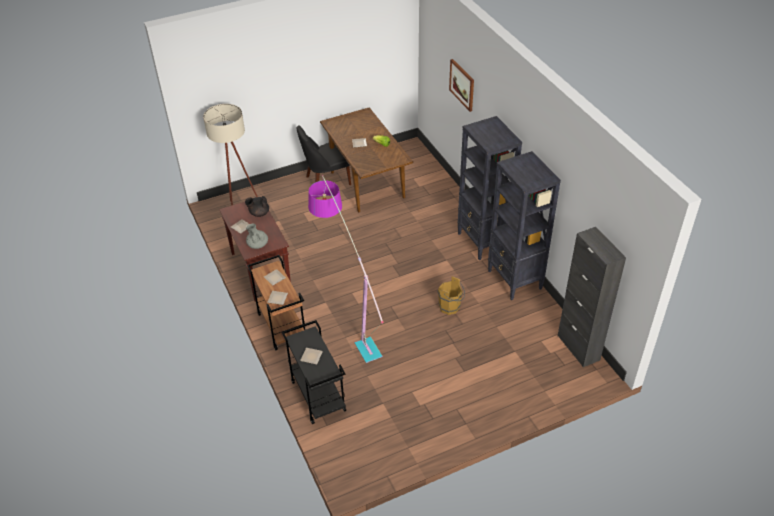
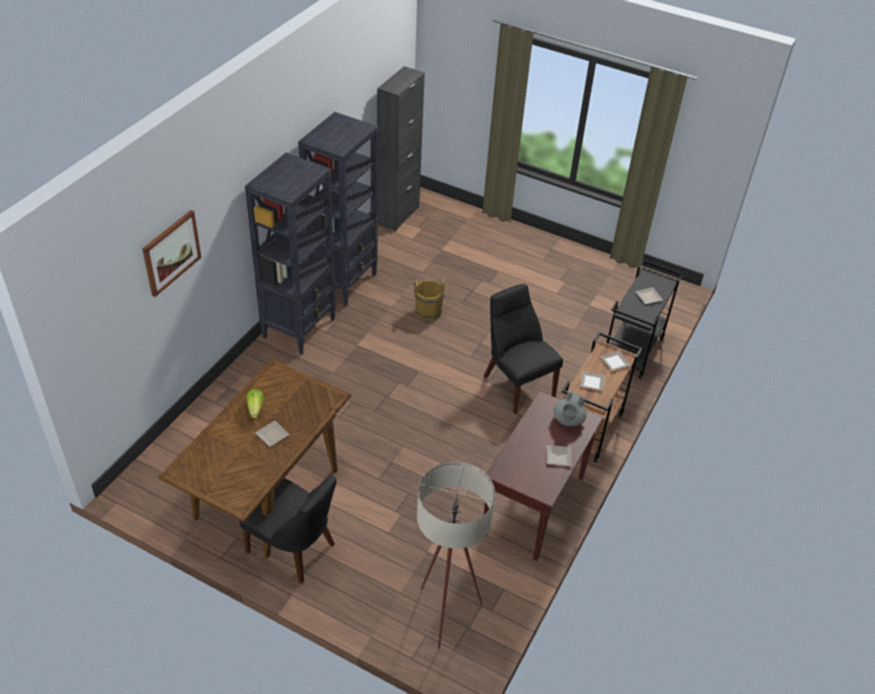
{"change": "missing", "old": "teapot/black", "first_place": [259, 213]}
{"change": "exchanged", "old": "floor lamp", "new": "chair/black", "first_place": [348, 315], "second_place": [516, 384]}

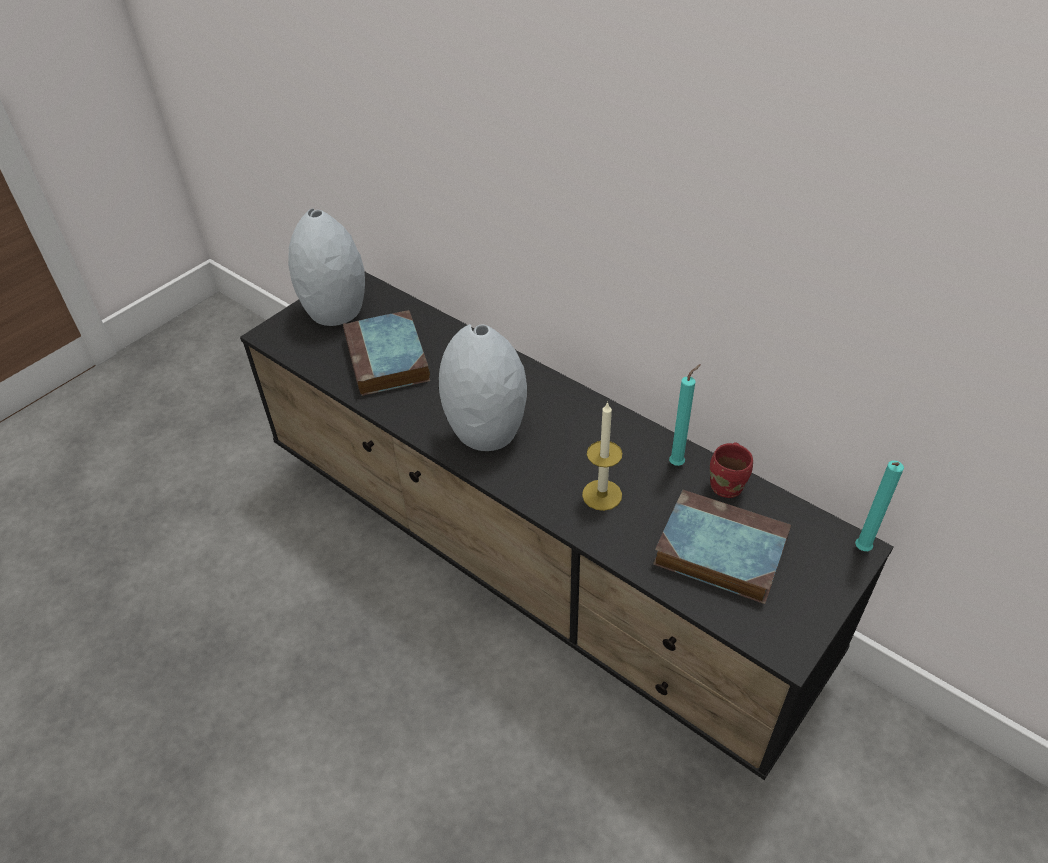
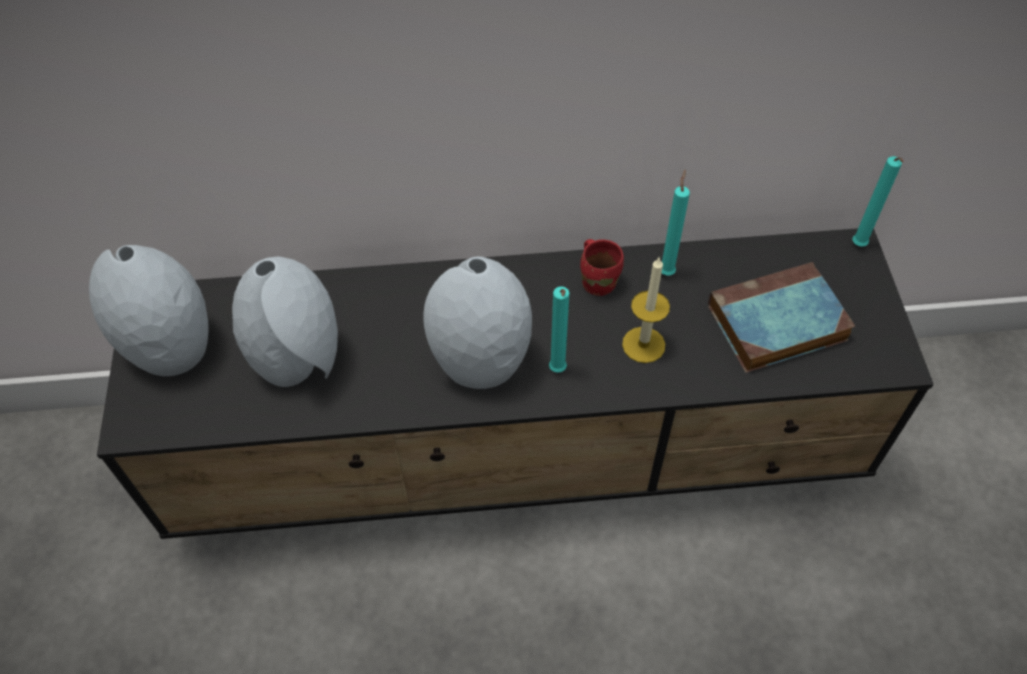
{"change": "appeared", "new": "candle/turquoise", "second_place": [557, 371]}
{"change": "relocated", "old": "mug/red", "first_place": [728, 485], "second_place": [599, 281]}
{"change": "exchanged", "old": "book", "new": "vase/grey", "first_place": [388, 360], "second_place": [301, 361]}

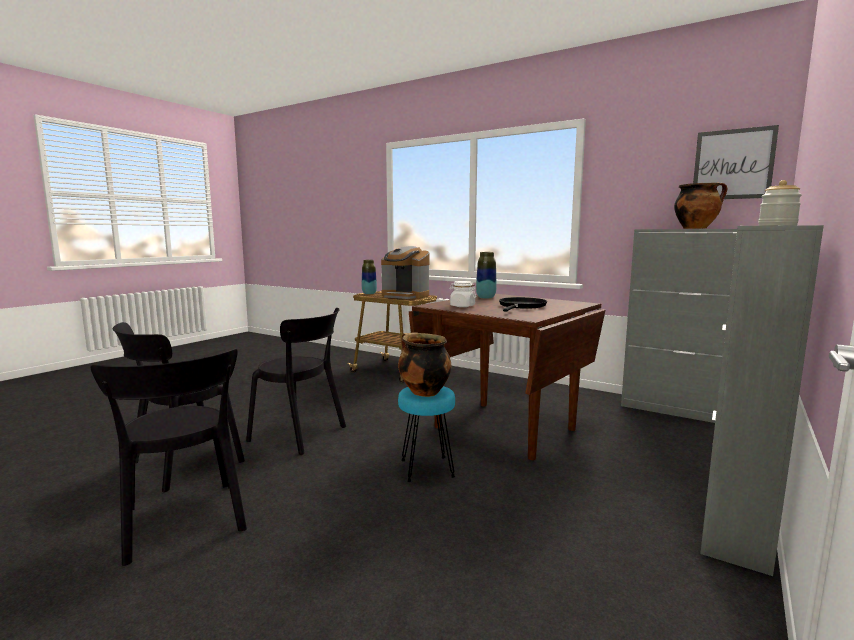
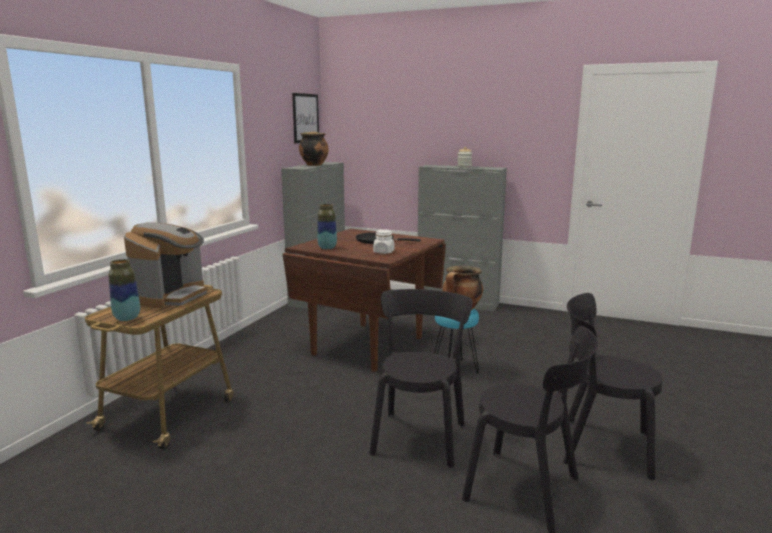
{"change": "spun", "old": "chair/black", "first_place": [184, 524], "second_place": [600, 446], "degrees": -120}

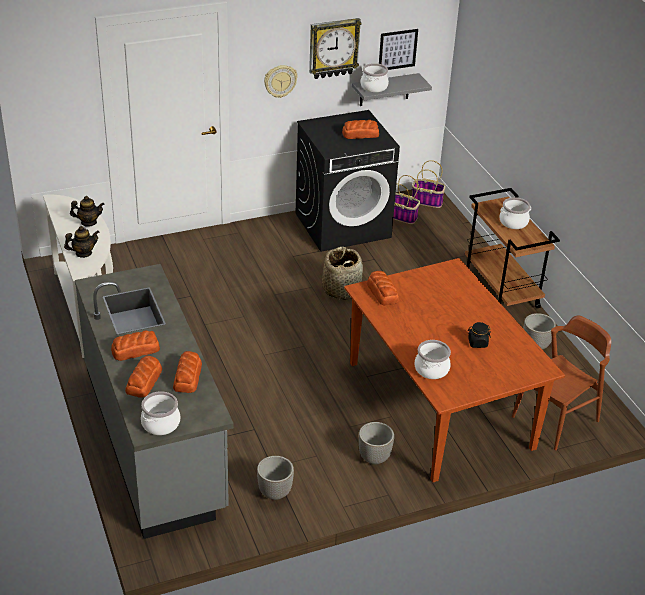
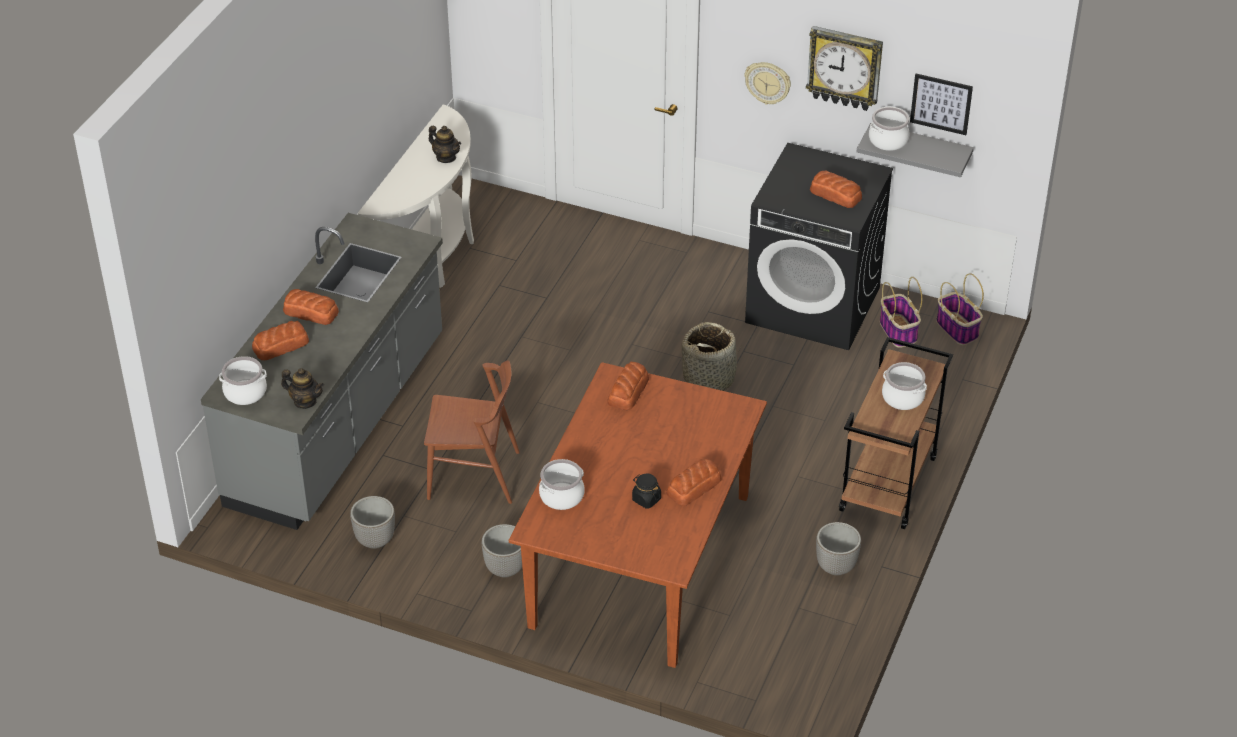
{"change": "relocated", "old": "teapot", "first_place": [83, 253], "second_place": [305, 401]}
{"change": "relocated", "old": "bread", "first_place": [188, 376], "second_place": [694, 487]}
{"change": "relocated", "old": "chair/brown", "first_place": [555, 419], "second_place": [474, 475]}

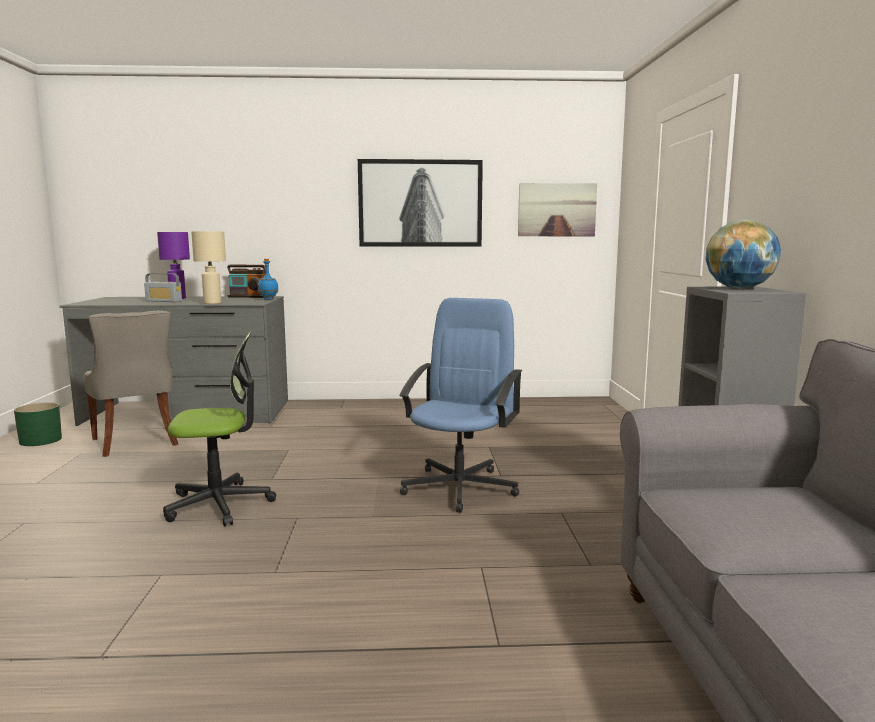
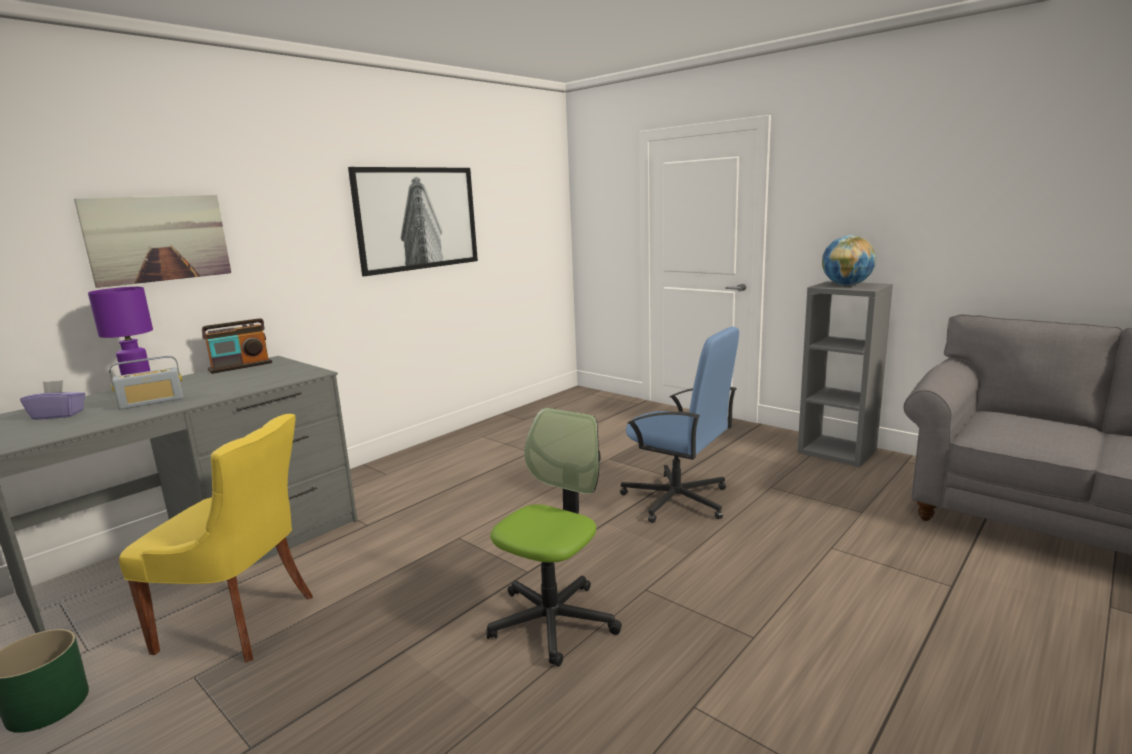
{"change": "missing", "old": "table lamp/beige", "first_place": [212, 303]}
{"change": "missing", "old": "bottle/blue", "first_place": [268, 299]}
{"change": "appeared", "new": "tissue box/purple", "second_place": [59, 415]}
{"change": "relocated", "old": "picture", "first_place": [557, 210], "second_place": [158, 238]}
{"change": "colour", "old": "chair/grey", "new": "chair/yellow", "first_place": [136, 442], "second_place": [241, 622]}
{"change": "spun", "old": "office chair/blue", "first_place": [460, 487], "second_place": [677, 500], "degrees": 150}

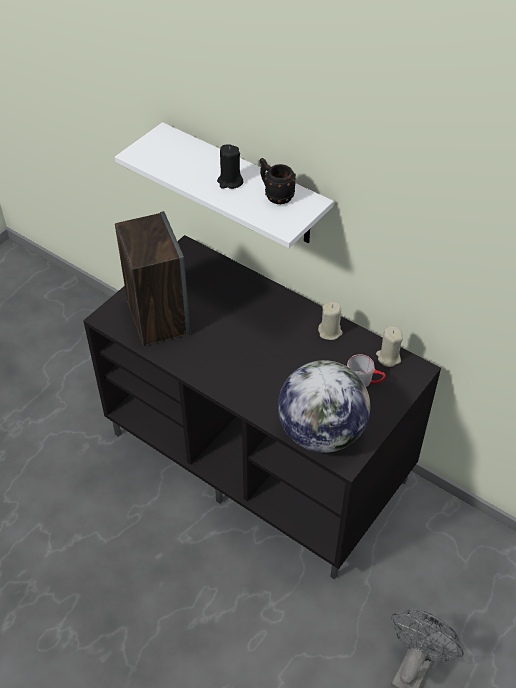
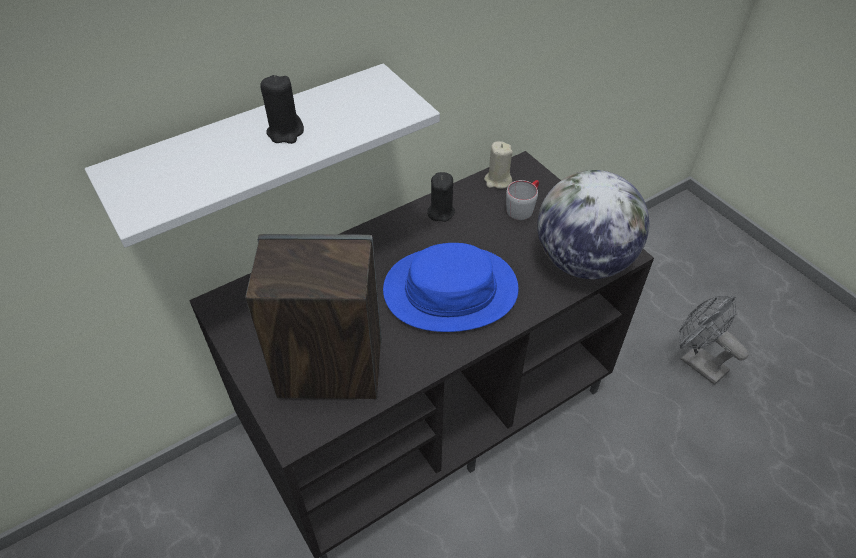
{"change": "missing", "old": "mug/black", "first_place": [275, 195]}
{"change": "appeared", "new": "hat/blue", "second_place": [450, 289]}
{"change": "colour", "old": "candle/beige", "new": "candle/black", "first_place": [330, 332], "second_place": [440, 212]}

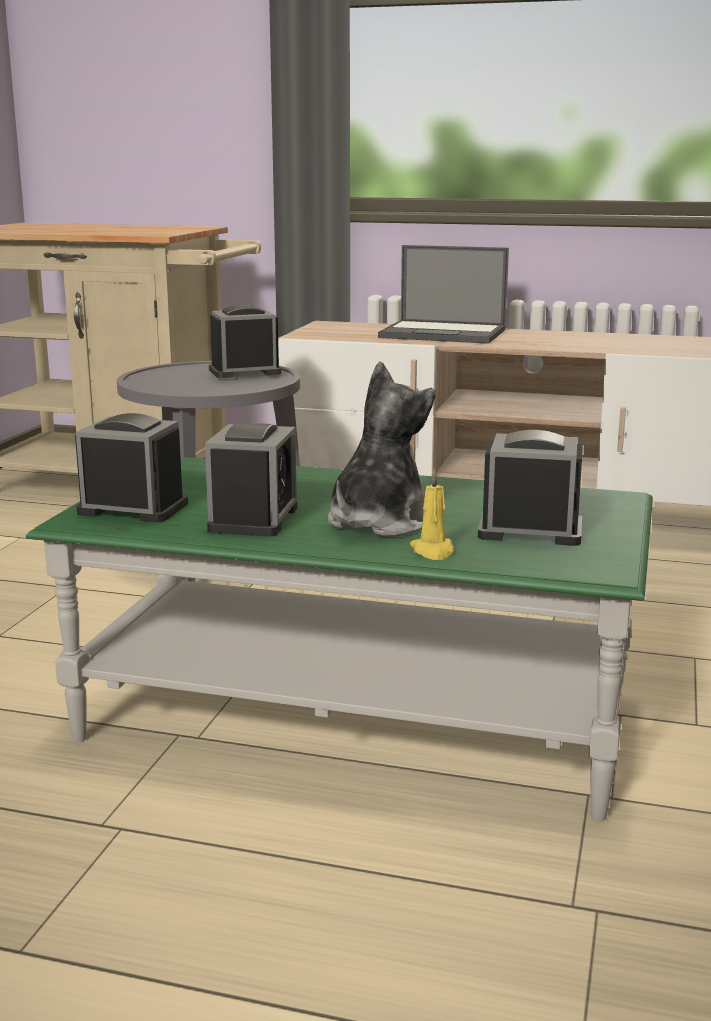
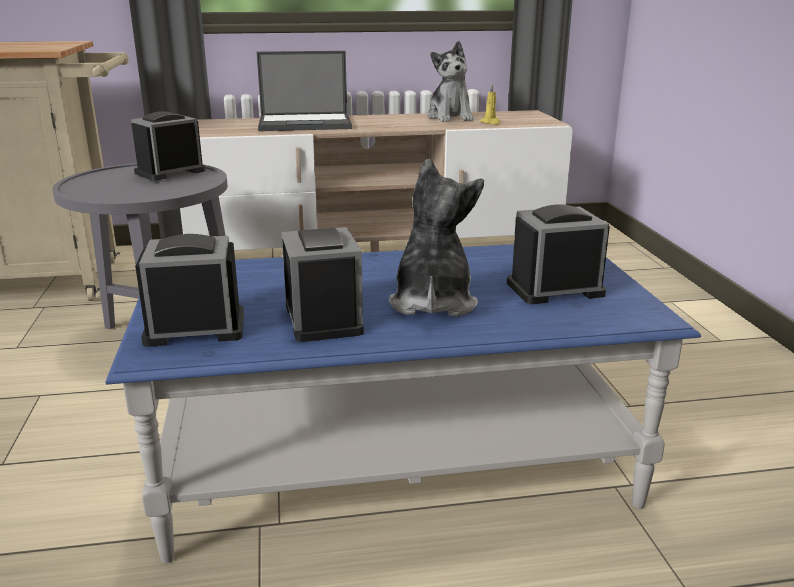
{"change": "appeared", "new": "plush toy", "second_place": [450, 117]}
{"change": "relocated", "old": "candle/yellow", "first_place": [433, 551], "second_place": [490, 122]}
{"change": "colour", "old": "coffee table/green", "new": "coffee table/blue", "first_place": [354, 718], "second_place": [396, 466]}

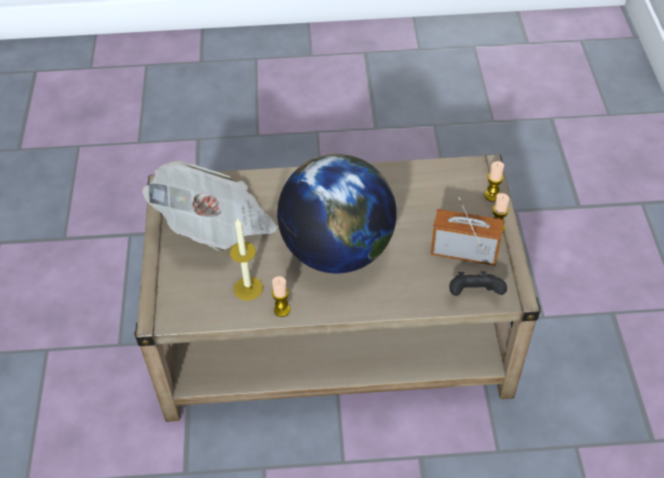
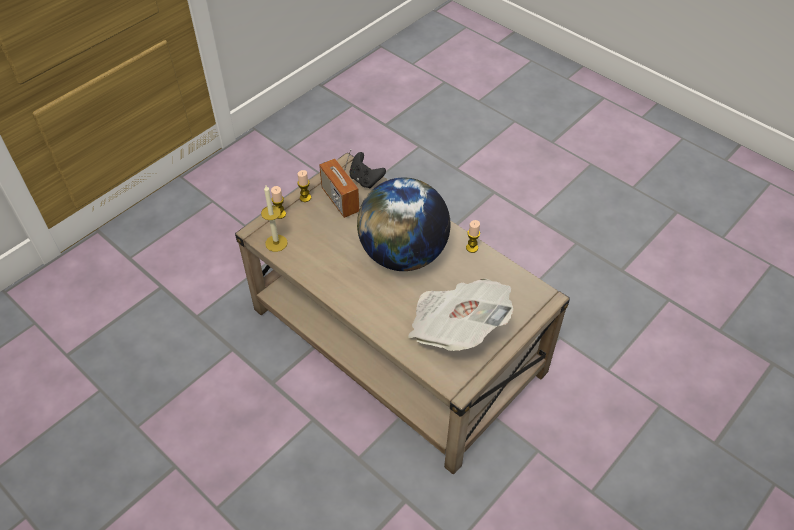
{"change": "relocated", "old": "candle", "first_place": [248, 288], "second_place": [276, 243]}

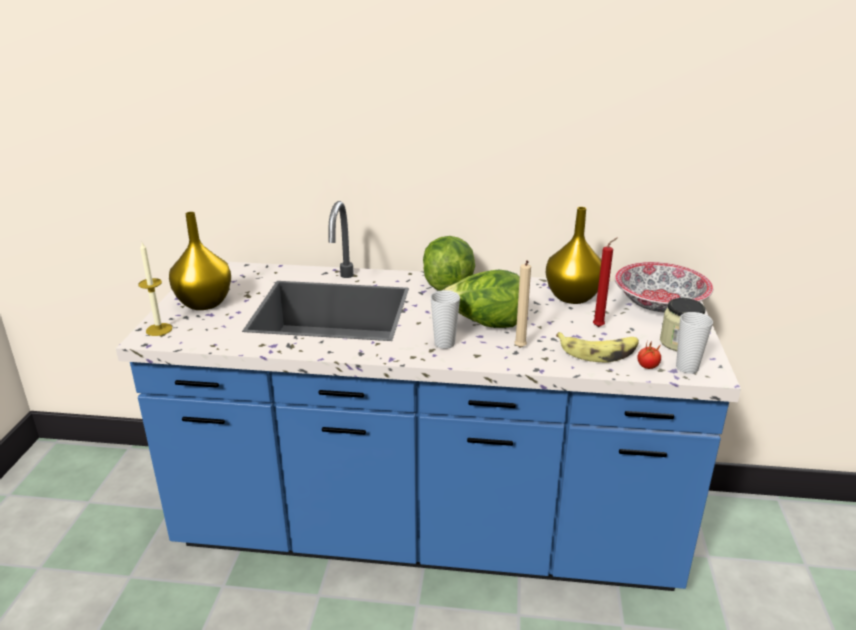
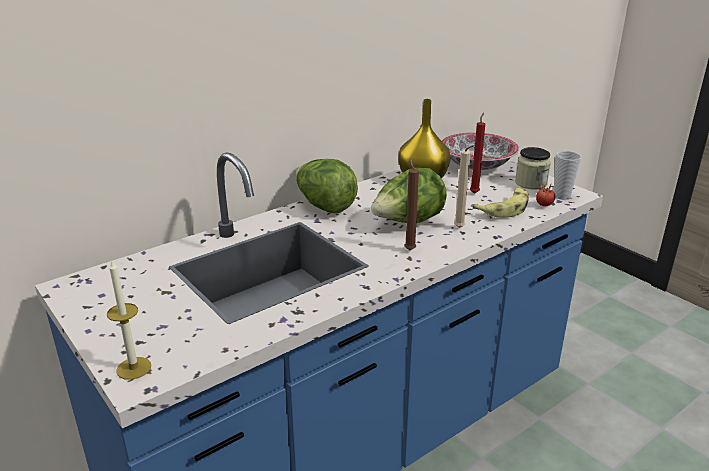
{"change": "missing", "old": "vase/yellow", "first_place": [204, 303]}
{"change": "exchanged", "old": "cup", "new": "candle/brown", "first_place": [444, 343], "second_place": [409, 249]}

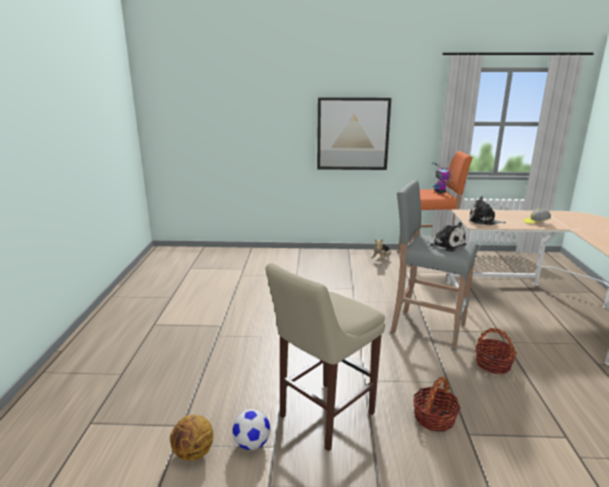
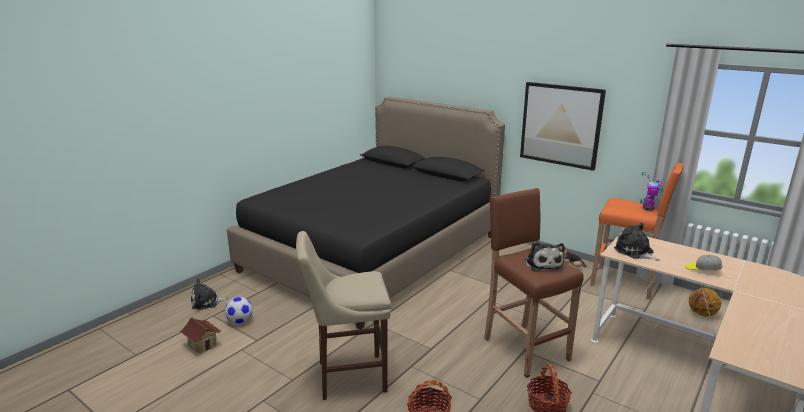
{"change": "appeared", "new": "toy house", "second_place": [202, 345]}
{"change": "appeared", "new": "plush toy", "second_place": [207, 302]}
{"change": "appeared", "new": "bed/black", "second_place": [373, 253]}
{"change": "relocated", "old": "basketball", "first_place": [193, 453], "second_place": [702, 314]}
{"change": "relocated", "old": "football", "first_place": [252, 444], "second_place": [240, 321]}
{"change": "colour", "old": "stool/grey", "new": "stool/brown", "first_place": [426, 328], "second_place": [524, 348]}

